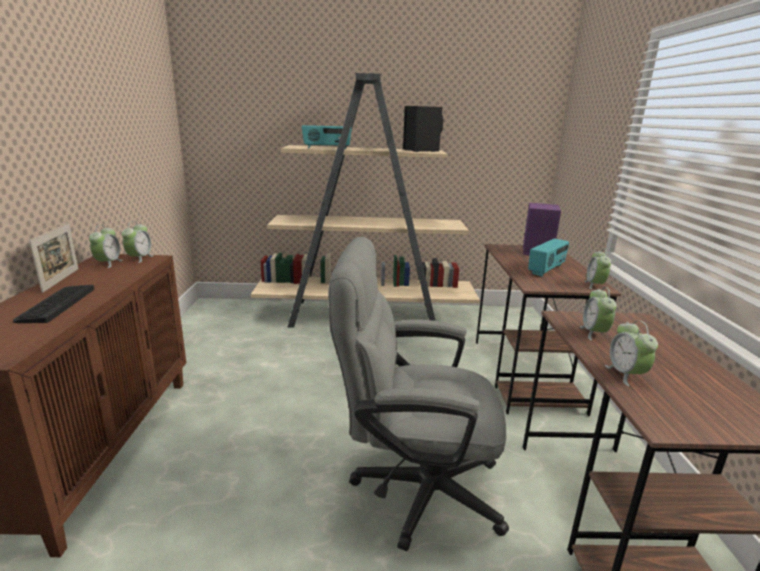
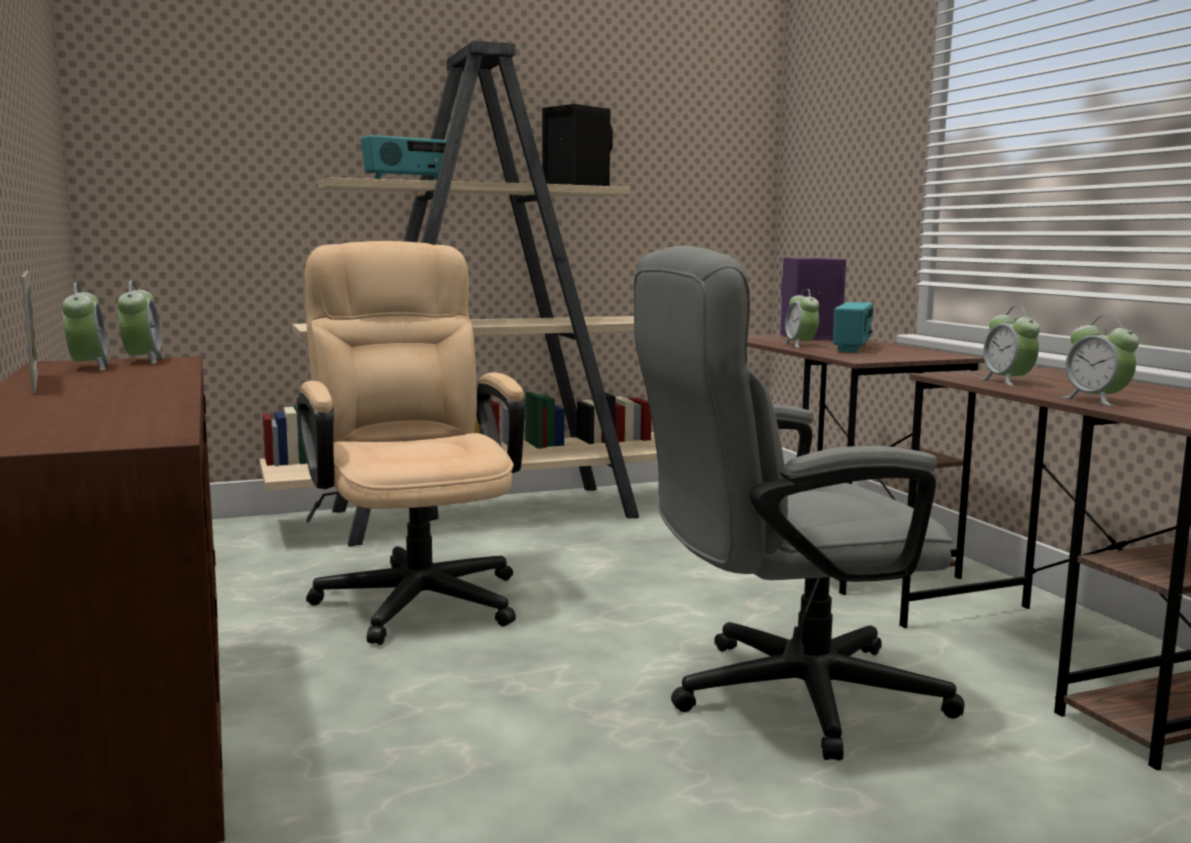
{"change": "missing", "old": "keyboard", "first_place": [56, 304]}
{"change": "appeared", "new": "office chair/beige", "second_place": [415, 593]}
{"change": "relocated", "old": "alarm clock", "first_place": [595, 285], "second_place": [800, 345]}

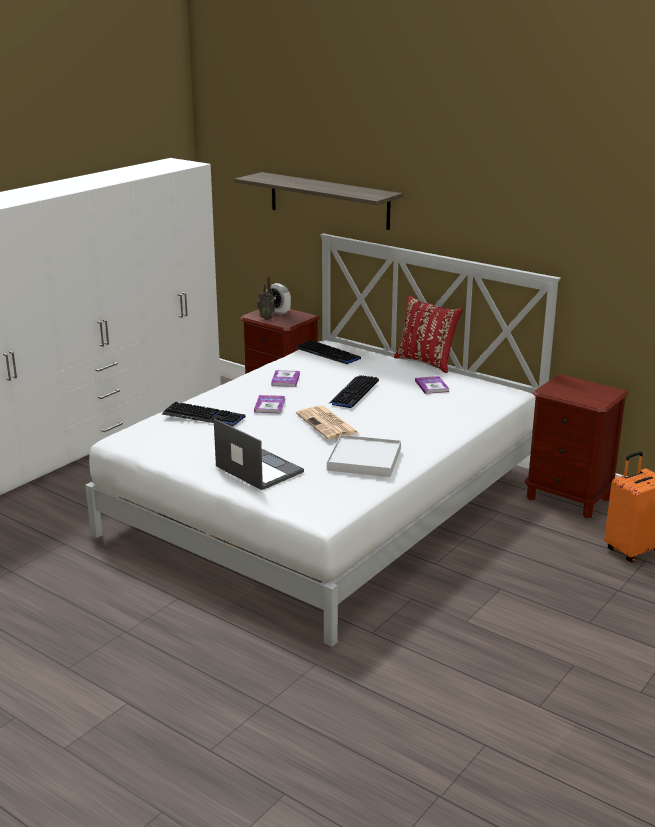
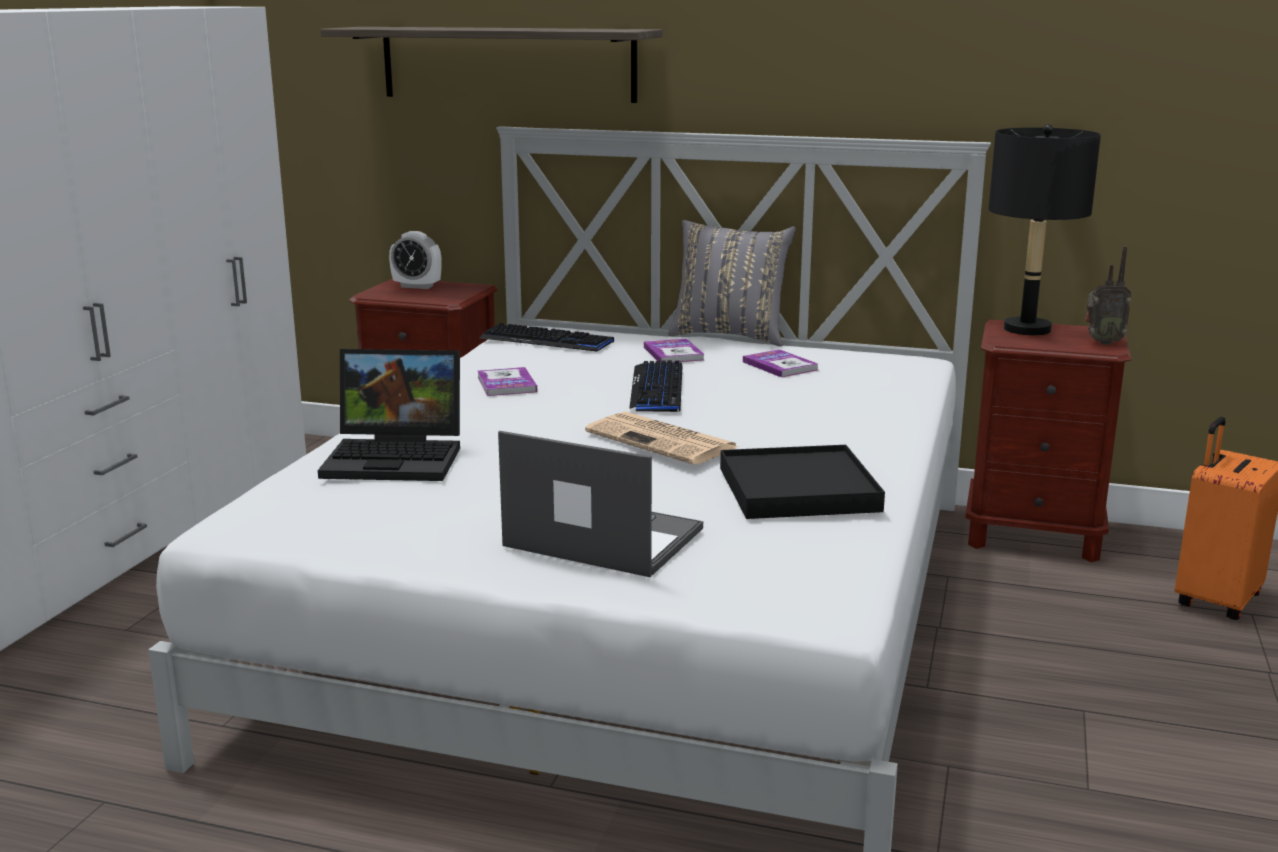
{"change": "appeared", "new": "table lamp/black", "second_place": [1026, 329]}
{"change": "relocated", "old": "book", "first_place": [269, 405], "second_place": [673, 353]}
{"change": "relocated", "old": "radio", "first_place": [267, 318], "second_place": [1102, 342]}
{"change": "exchanged", "old": "keyboard", "new": "laptop", "first_place": [203, 416], "second_place": [398, 457]}
{"change": "colour", "old": "tray/white", "new": "tray/black", "first_place": [364, 459], "second_place": [798, 489]}
{"change": "colour", "old": "pillow/red", "new": "pillow/grey", "first_place": [427, 362], "second_place": [730, 336]}

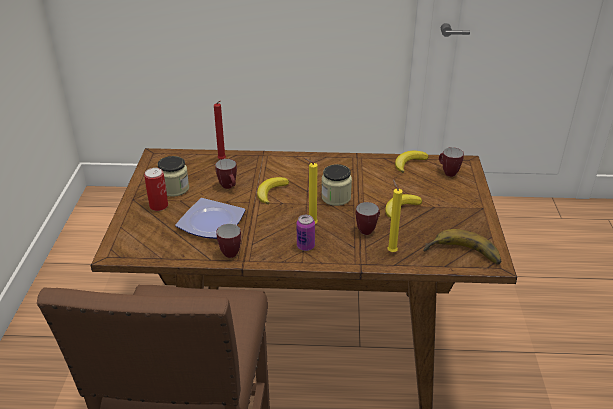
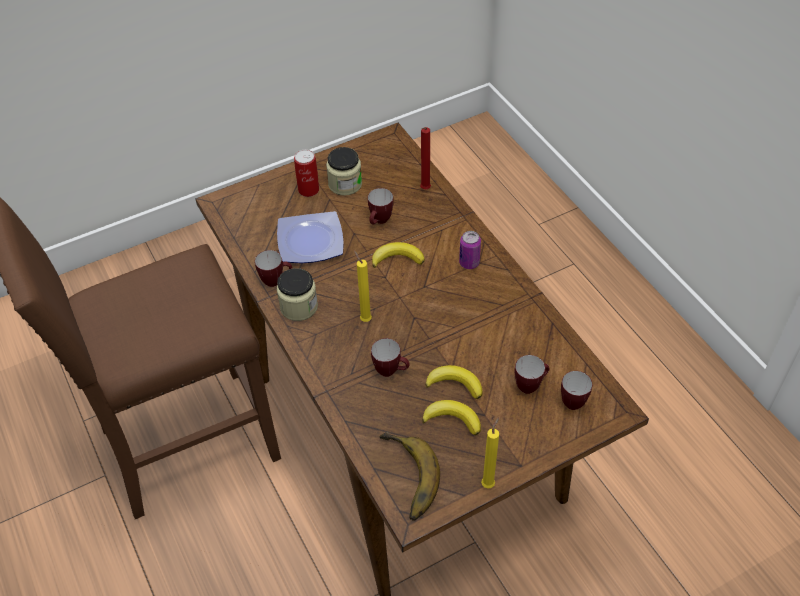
{"change": "appeared", "new": "mug", "second_place": [530, 385]}
{"change": "relocated", "old": "can", "first_place": [305, 246], "second_place": [469, 263]}
{"change": "relocated", "old": "jar", "first_place": [336, 197], "second_place": [299, 307]}
{"change": "relocated", "old": "candle/yellow", "first_place": [391, 251], "second_place": [489, 483]}
{"change": "relocated", "old": "banana", "first_place": [409, 163], "second_place": [452, 419]}

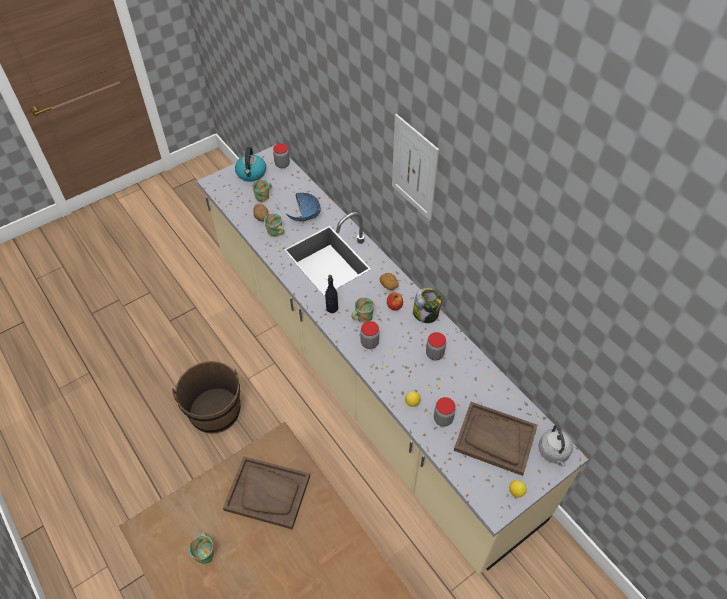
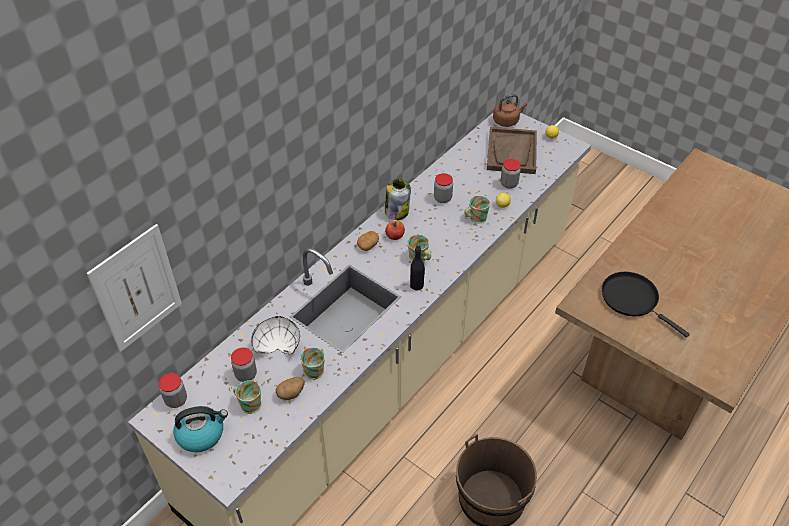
{"change": "relocated", "old": "mug", "first_place": [205, 551], "second_place": [475, 218]}
{"change": "relocated", "old": "jar", "first_place": [369, 343], "second_place": [246, 374]}
{"change": "relocated", "old": "picture", "first_place": [414, 168], "second_place": [137, 289]}
{"change": "exchanged", "old": "tray/brown", "new": "frying pan/black", "first_place": [268, 493], "second_place": [632, 299]}
{"change": "colour", "old": "bowl/blue", "new": "bowl/white", "first_place": [306, 216], "second_place": [278, 344]}
{"change": "colour", "old": "kettle/grey", "new": "kettle/brown", "first_place": [553, 453], "second_place": [507, 121]}

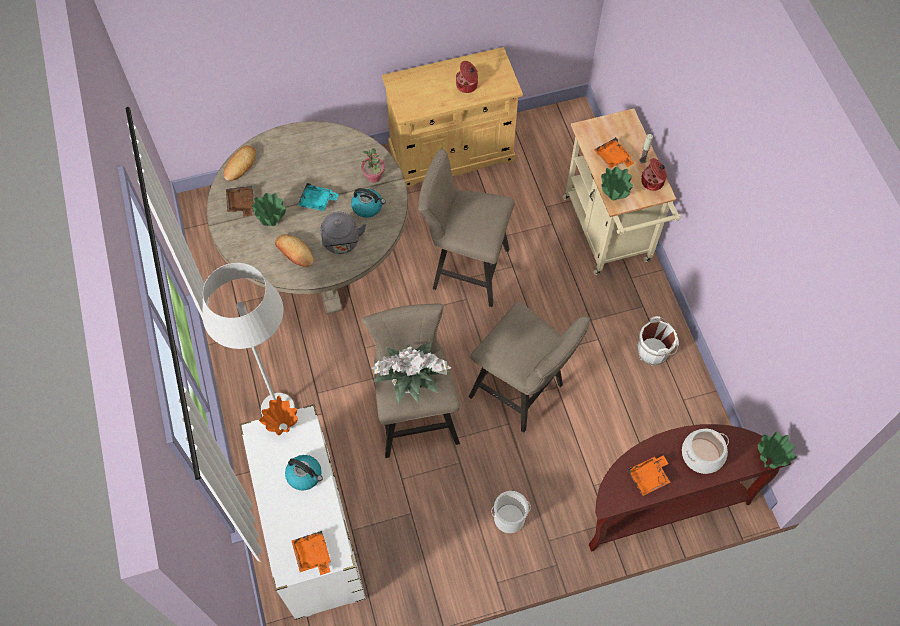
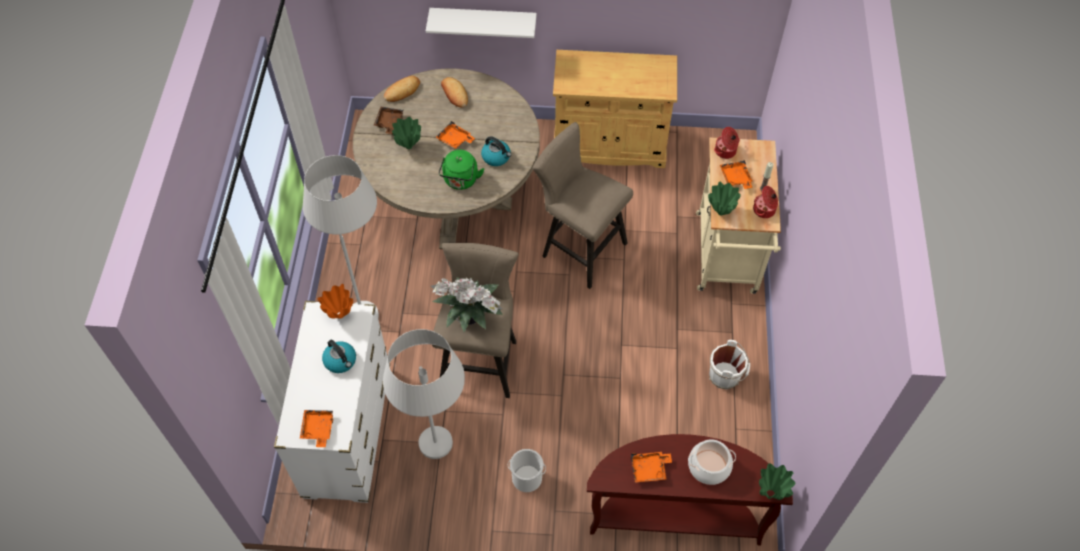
{"change": "missing", "old": "potted plant", "first_place": [374, 177]}
{"change": "missing", "old": "stool/beige", "first_place": [522, 393]}
{"change": "appeared", "new": "floor lamp/white", "second_place": [440, 460]}
{"change": "appeared", "new": "shelf/white", "second_place": [483, 21]}
{"change": "relocated", "old": "bread", "first_place": [295, 252], "second_place": [454, 94]}
{"change": "relocated", "old": "cooking pot", "first_place": [467, 85], "second_place": [725, 151]}
{"change": "colour", "old": "tray/turquoise", "new": "tray/orange", "first_place": [317, 201], "second_place": [455, 140]}
{"change": "colour", "old": "kettle/grey", "new": "kettle/green", "first_place": [342, 243], "second_place": [460, 181]}

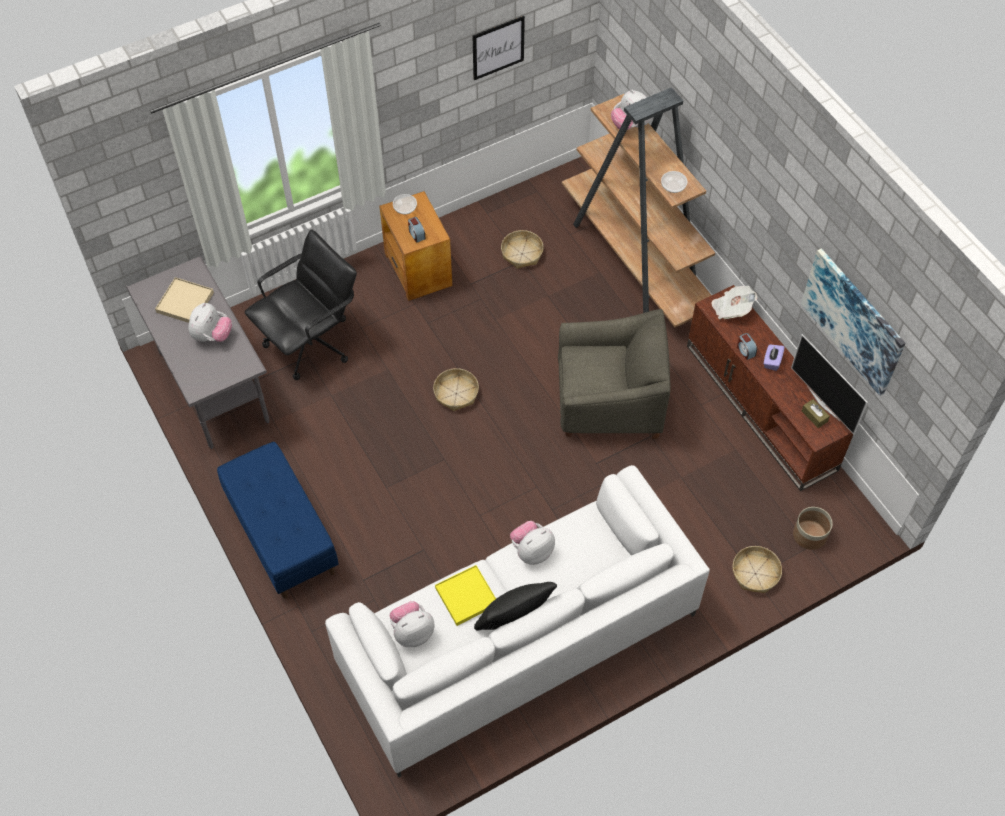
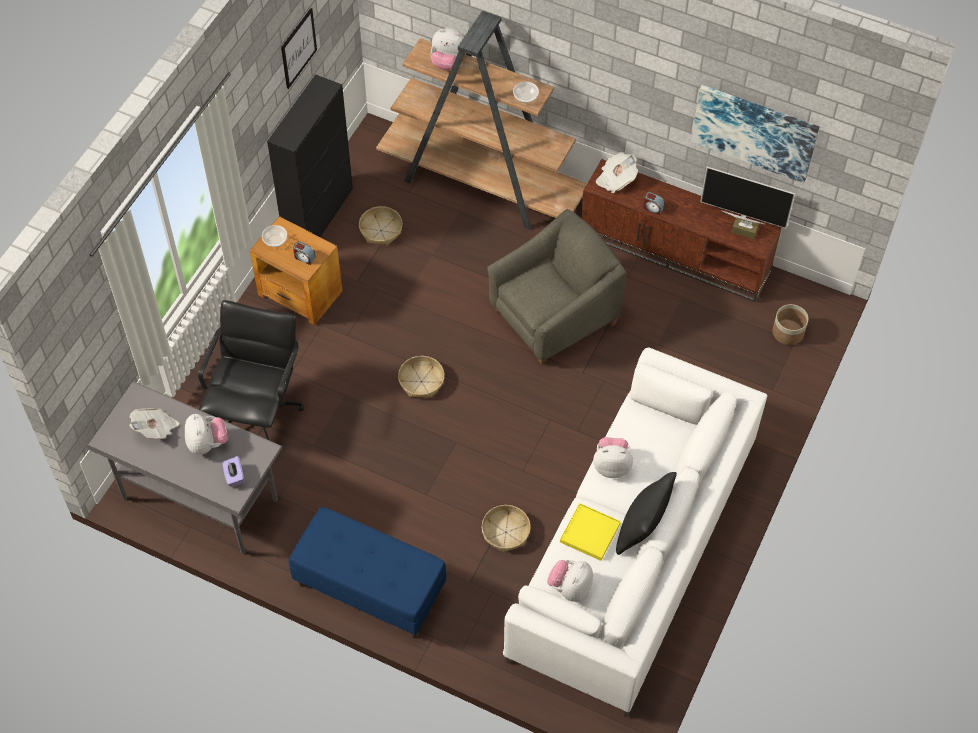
{"change": "appeared", "new": "cabinet/black", "second_place": [319, 215]}
{"change": "relocated", "old": "basket", "first_place": [755, 574], "second_place": [505, 532]}
{"change": "relocated", "old": "tissue box/purple", "first_place": [772, 361], "second_place": [234, 476]}
{"change": "exchanged", "old": "tray/beige", "new": "newspaper", "first_place": [185, 302], "second_place": [156, 429]}
{"change": "spun", "old": "plush toy", "first_place": [532, 551], "second_place": [611, 466], "degrees": 75}

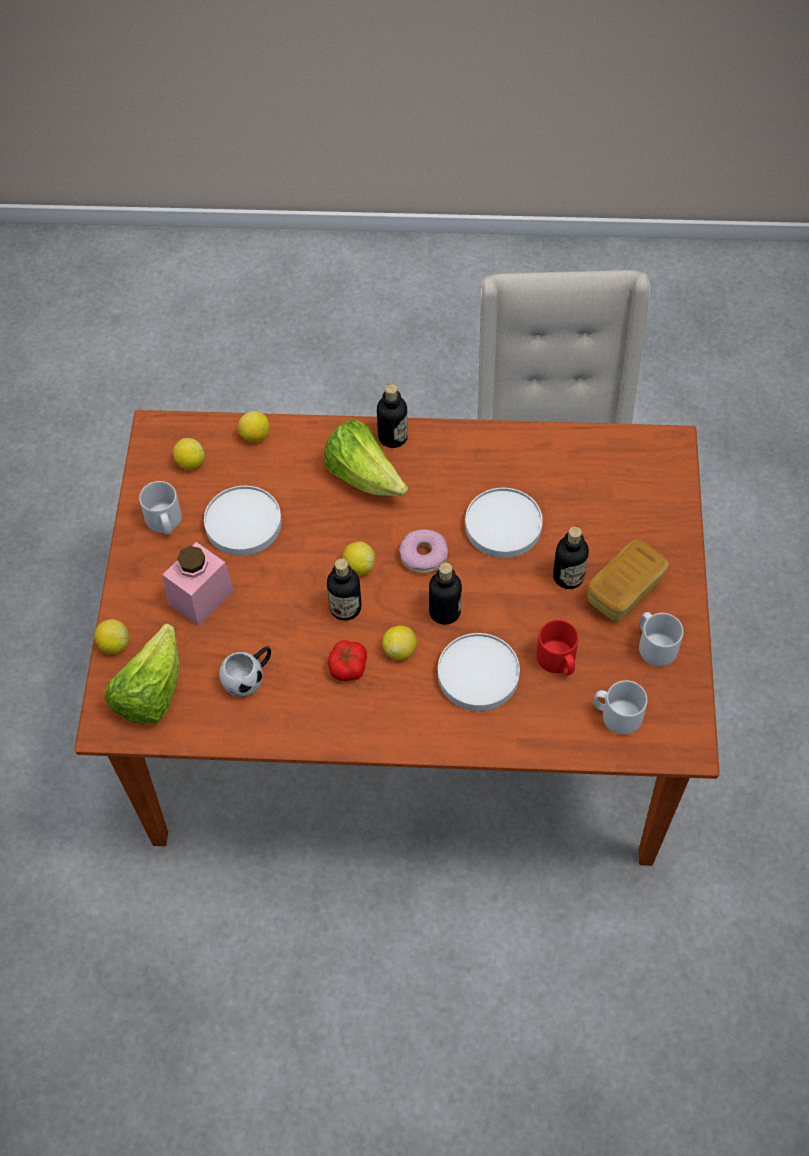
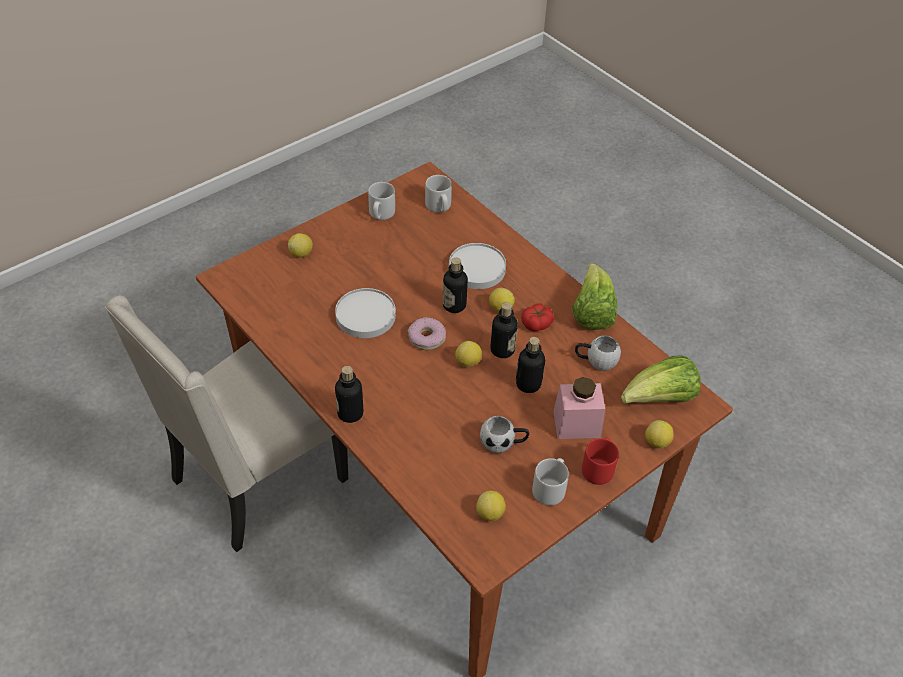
{"change": "missing", "old": "bread", "first_place": [624, 591]}
{"change": "relocated", "old": "lemon", "first_place": [255, 436], "second_place": [301, 254]}
{"change": "relocated", "old": "lettuce", "first_place": [364, 476], "second_place": [592, 312]}
{"change": "relocated", "old": "mug/red", "first_place": [558, 661], "second_place": [599, 468]}
{"change": "relocated", "old": "bottle", "first_place": [568, 576], "second_place": [528, 384]}
{"change": "exchanged", "old": "plate/white", "new": "mug/white", "first_place": [243, 524], "second_place": [503, 443]}

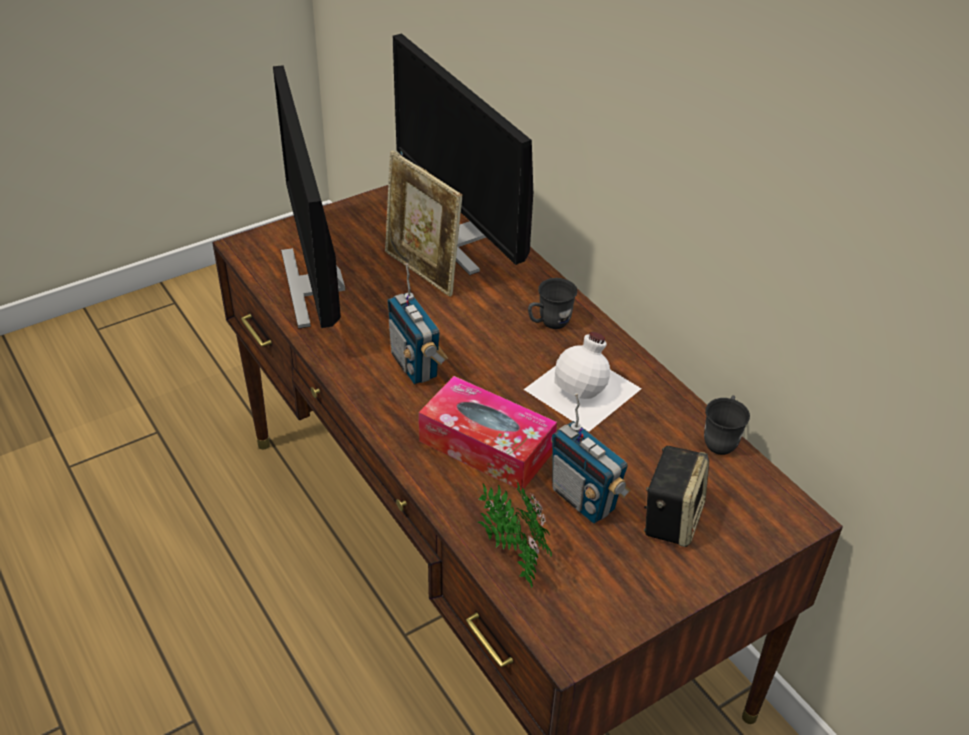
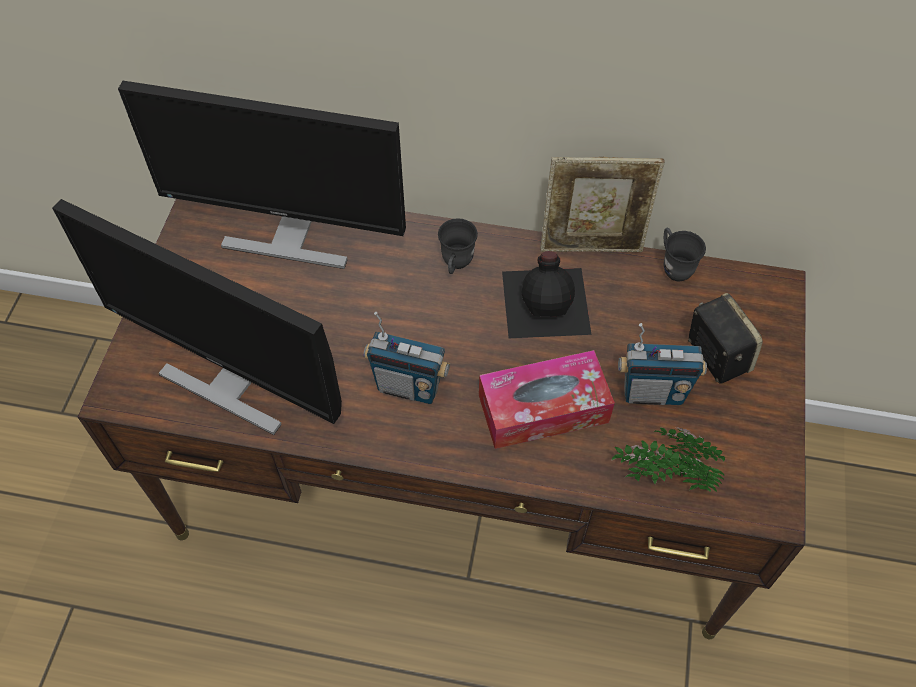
{"change": "relocated", "old": "picture frame", "first_place": [422, 272], "second_place": [592, 247]}
{"change": "colour", "old": "bottle/white", "new": "bottle/black", "first_place": [584, 389], "second_place": [547, 301]}

